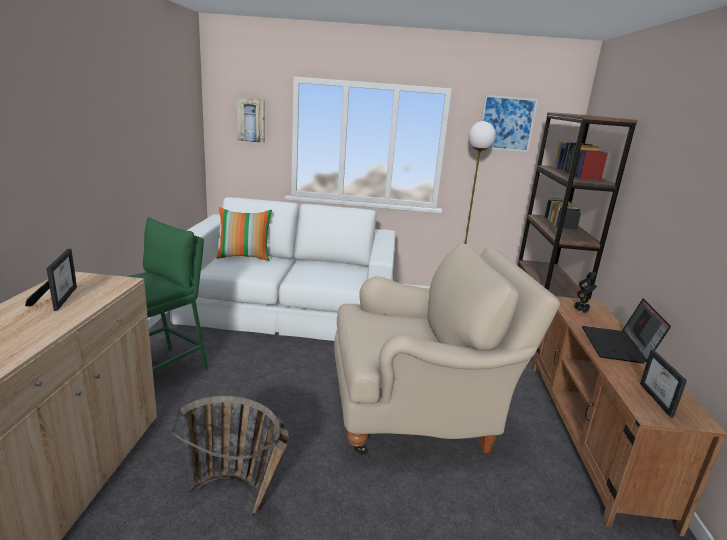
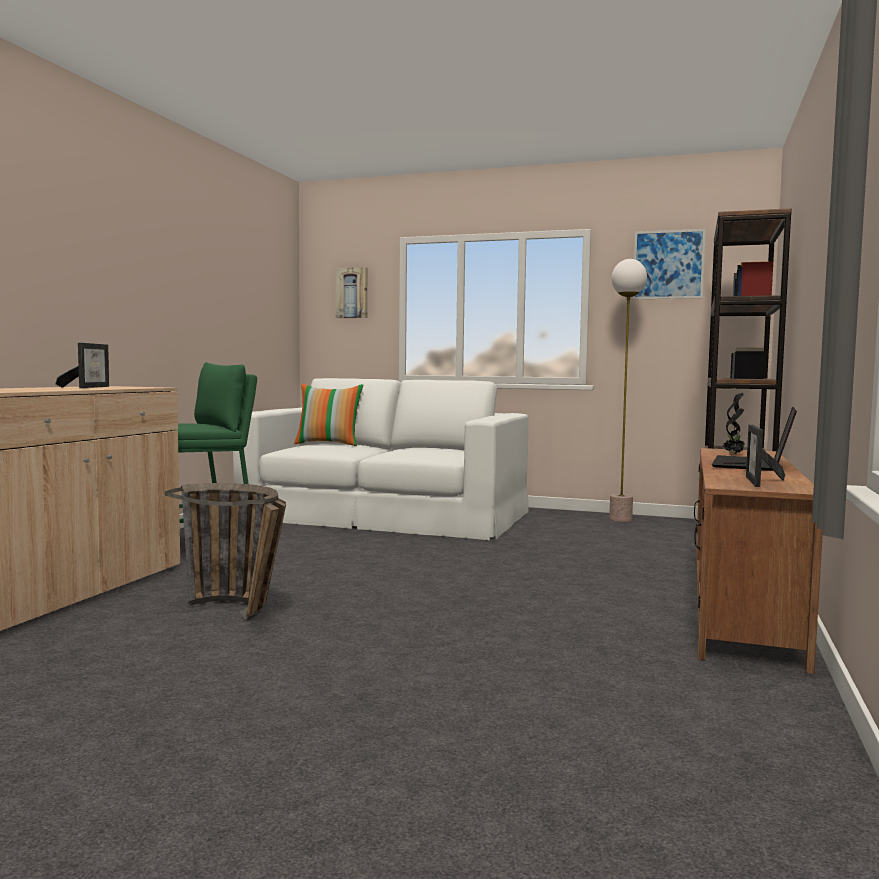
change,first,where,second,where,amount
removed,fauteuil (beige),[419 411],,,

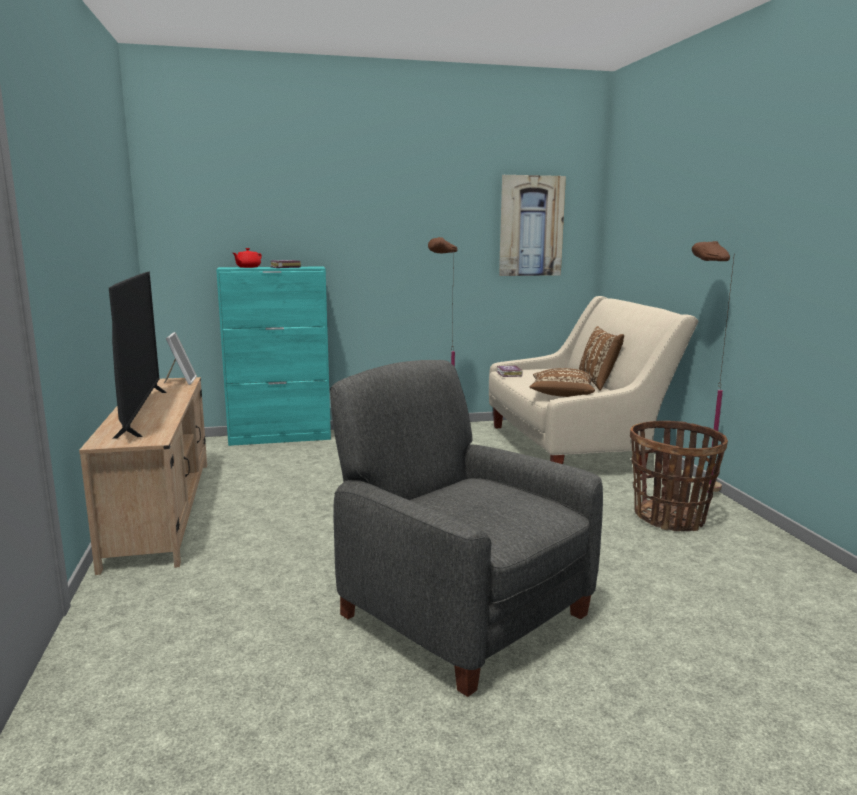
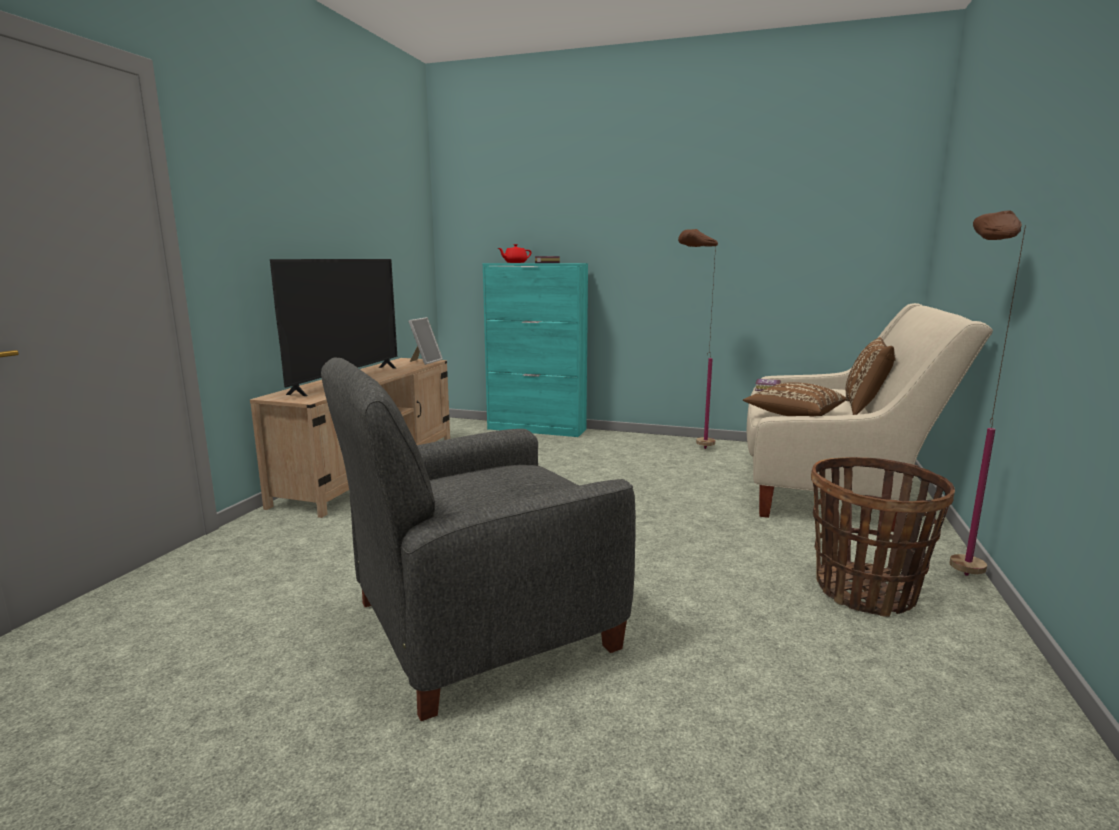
change,first,where,second,where,amount
removed,tableau,[531 226],,,
turned,fauteuil (gris),[461 613],,[480 626],105 degrees counterclockwise

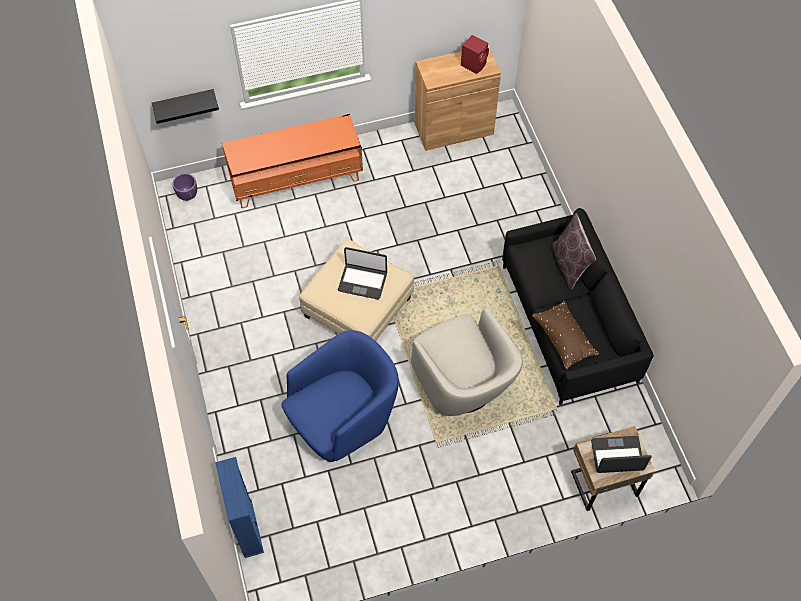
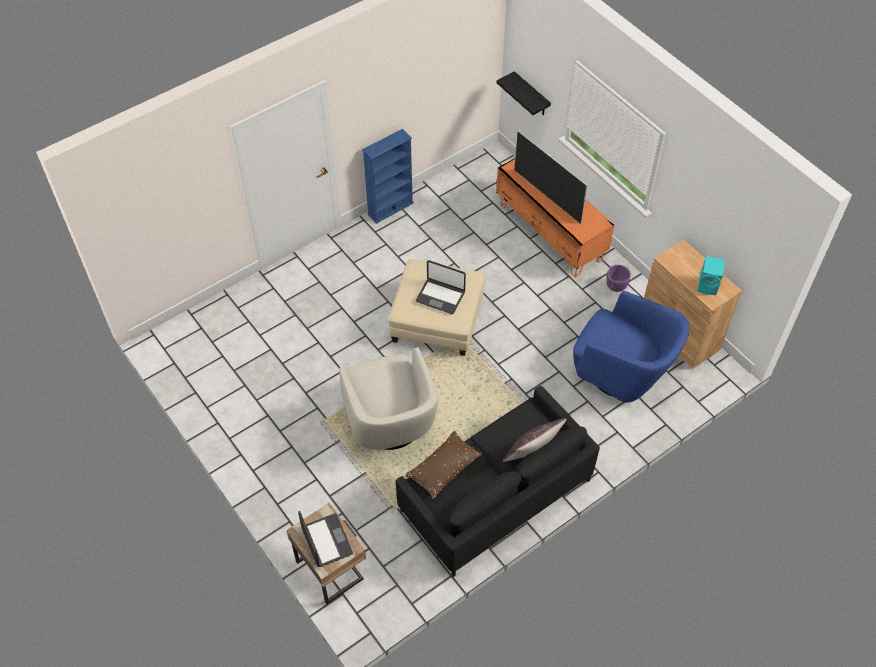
change,first,where,second,where,amount
added,,,téléviseur,[547 196],
moved,cache-pot (violet),[188 195],,[616 287],
moved,bibliothèque (bleu),[247 528],,[390 208],
moved,fauteuil (bleu),[343 418],,[622 373],
recoloured,enceinte (rouge),[474 64],enceinte (turquoise),[708 285],
turned,ordinateur portable,[362 281],,[440 296],60 degrees counterclockwise
turned,fauteuil (beige),[462 385],,[390 423],60 degrees counterclockwise

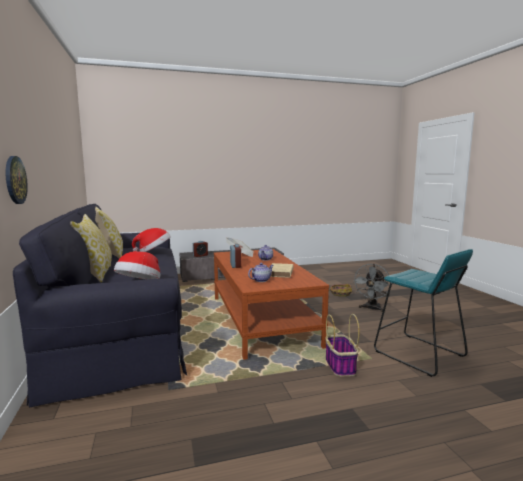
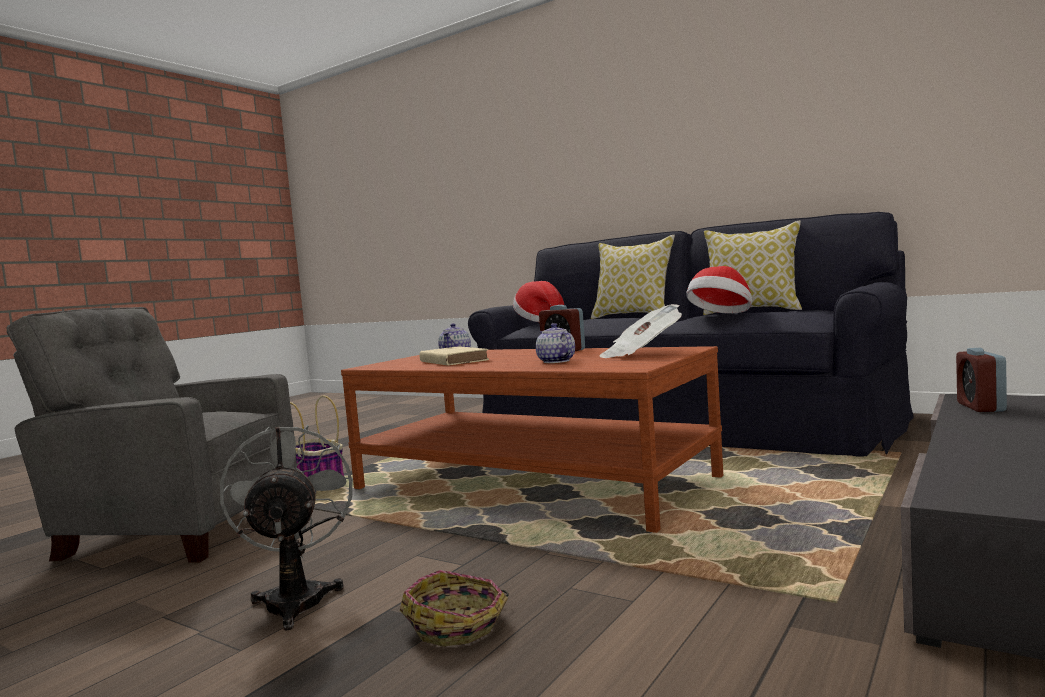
change,first,where,second,where,amount
removed,horloge murale,[15 180],,,
replaced,tabouret (turquoise),[418 354],fauteuil (gris),[176 531],

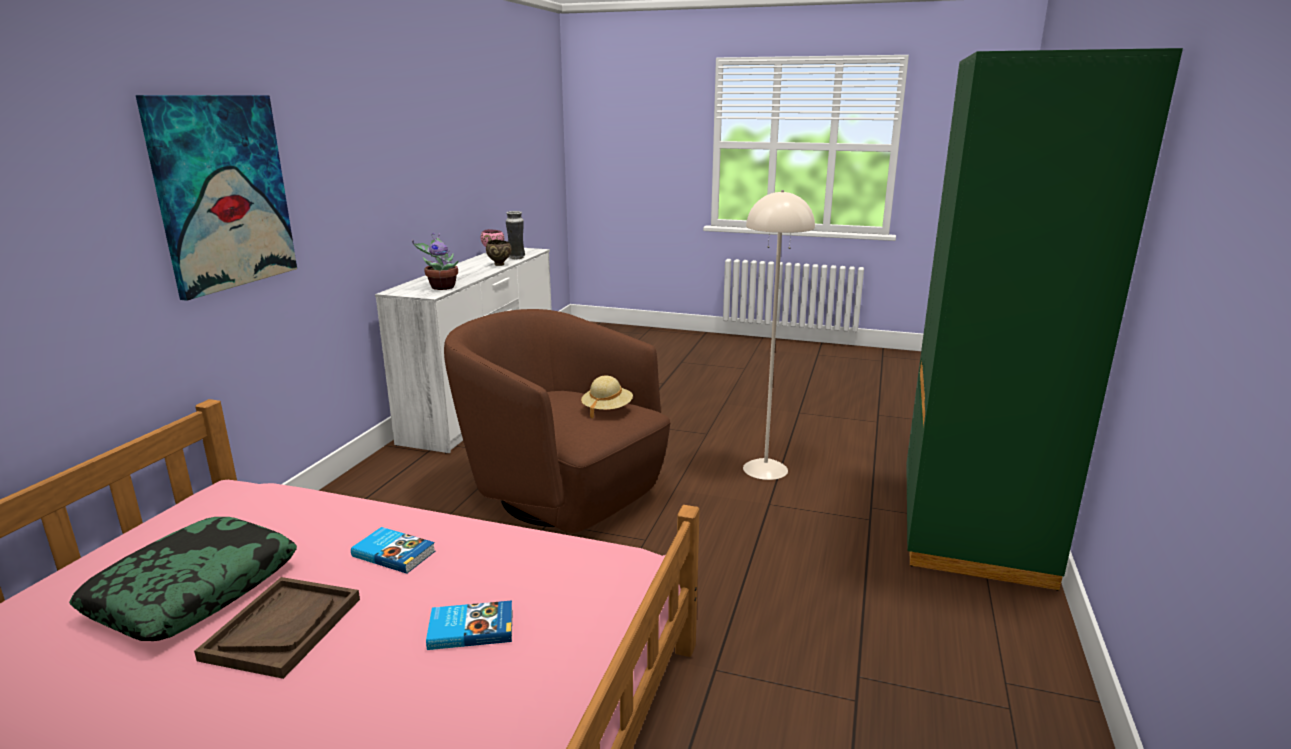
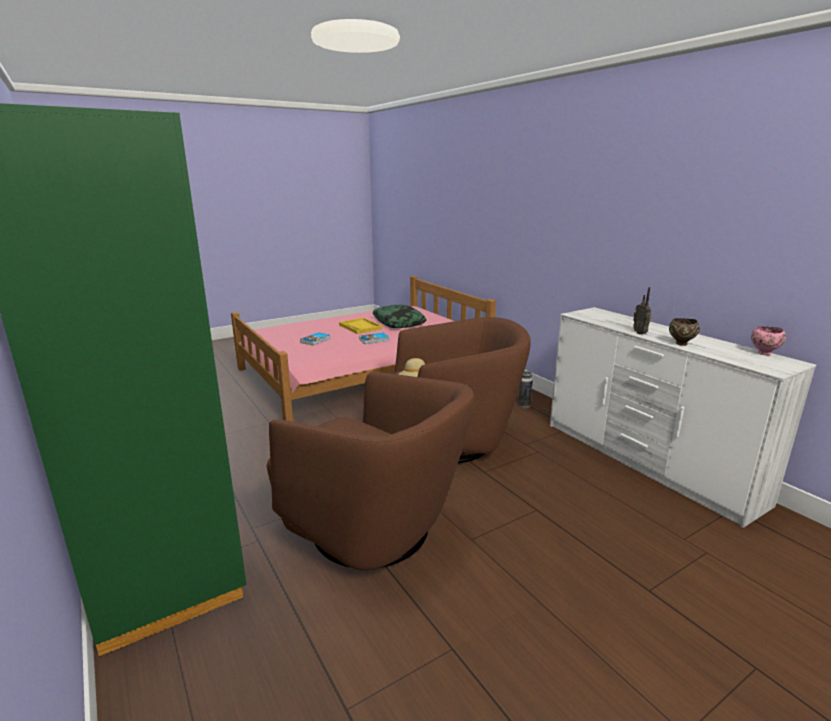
change,first,where,second,where,amount
removed,tableau,[223 193],,,
removed,plante en pot,[441 287],,,
added,,,radio,[640 333],
moved,vase,[516 258],,[523 406],
replaced,lampadaire (beige),[765 469],fauteuil (marron),[373 530],
recoloured,plateau (marron),[283 628],plateau (jaune),[360 327],

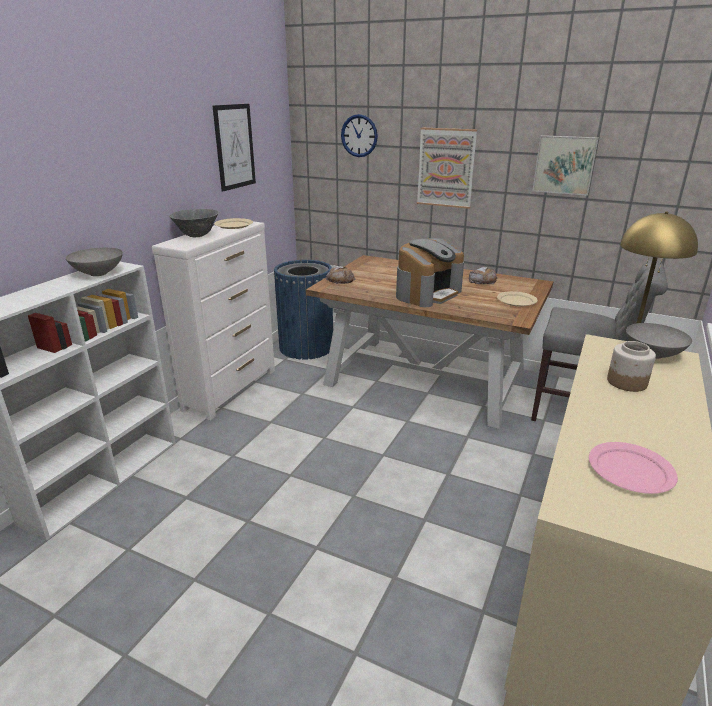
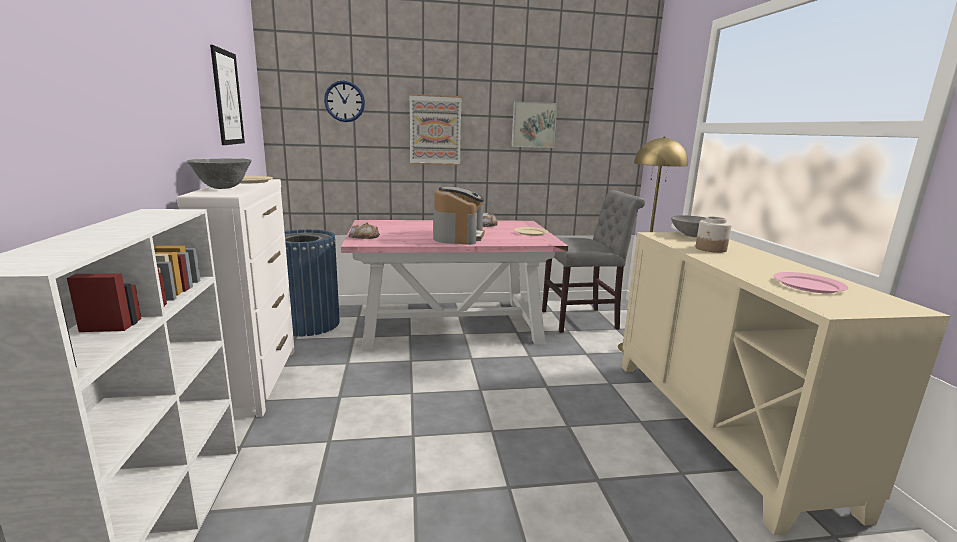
change,first,where,second,where,amount
removed,bol (gris),[99 273],,,
recoloured,table à manger (marron),[424 378],table à manger (rose),[449 324],

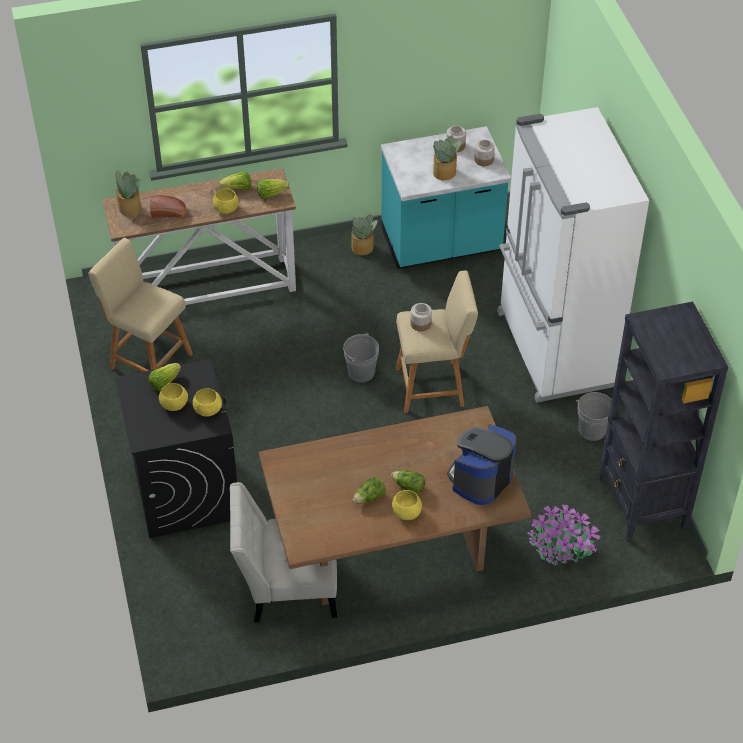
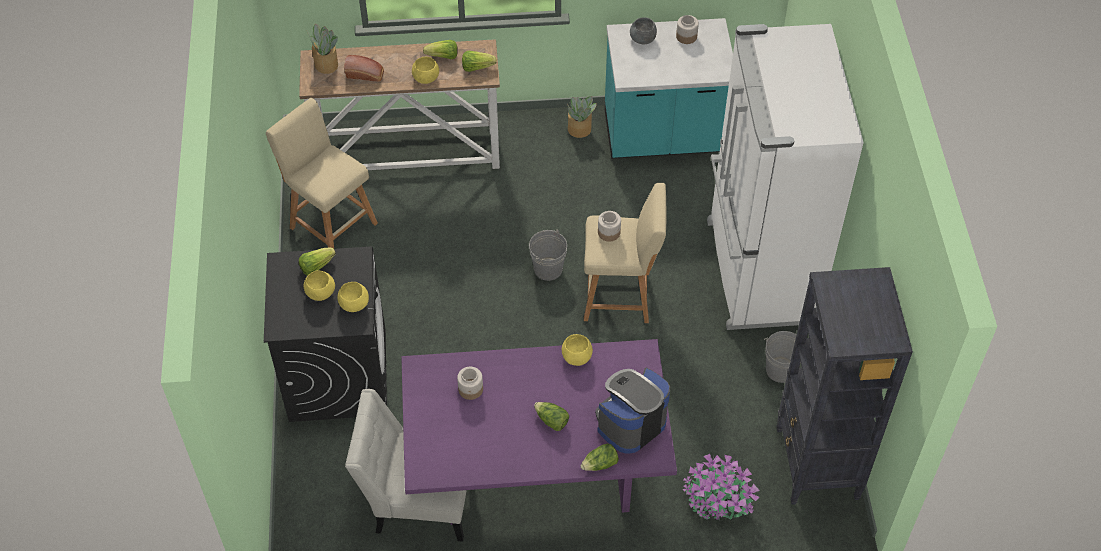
change,first,where,second,where,amount
removed,plante en pot,[445 173],,,
added,,,bol (gris),[642 39],
moved,laitue,[369 497],,[600 464],
moved,bol (jaune),[407 512],,[577 357],
moved,bocal,[484 160],,[471 389],
recoloured,table à manger (marron),[391 551],table à manger (violet),[535 475],

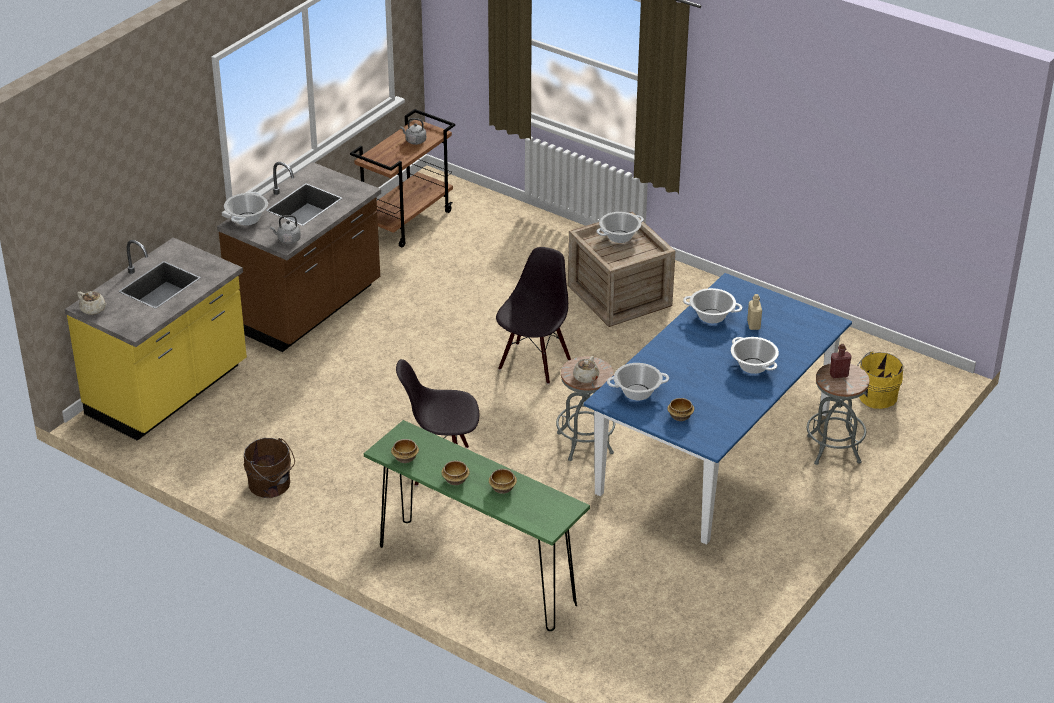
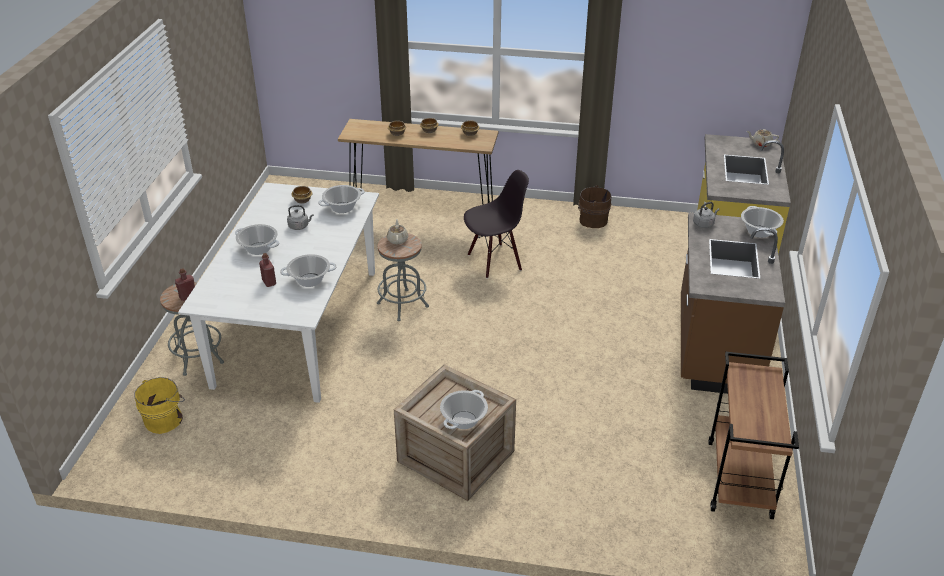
change,first,where,second,where,amount
removed,chaise (noir),[533 363],,,
moved,bouilloire (gris),[414 141],,[299 226],
recoloured,table console (vert),[476 575],table console (marron),[421 209],
recoloured,table à manger (bleu),[714 453],table à manger (blanc),[297 326],
recoloured,bouteille (beige),[753 325],bouteille (rouge),[269 282],

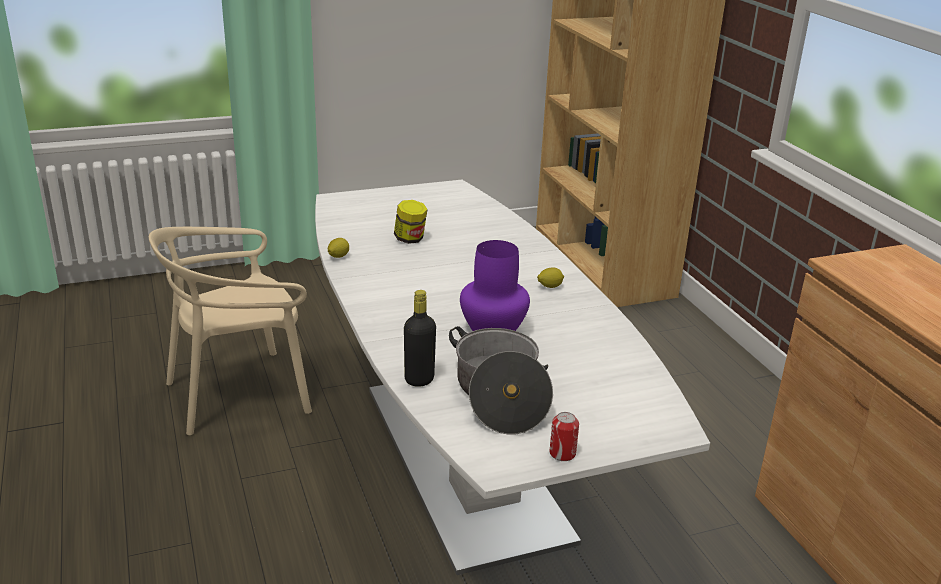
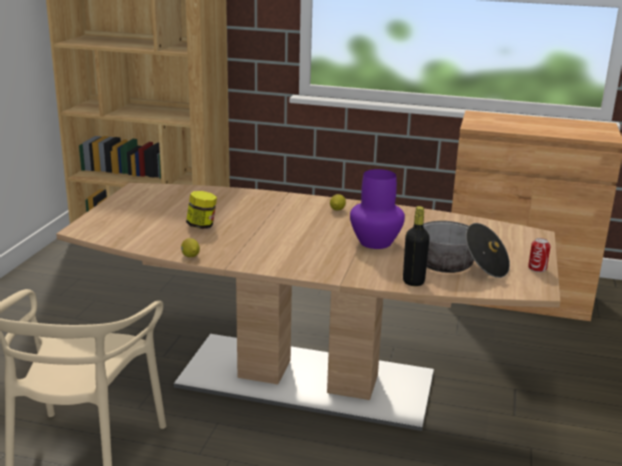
change,first,where,second,where,amount
recoloured,table à manger (blanc),[464 461],table à manger (marron),[307 380],

